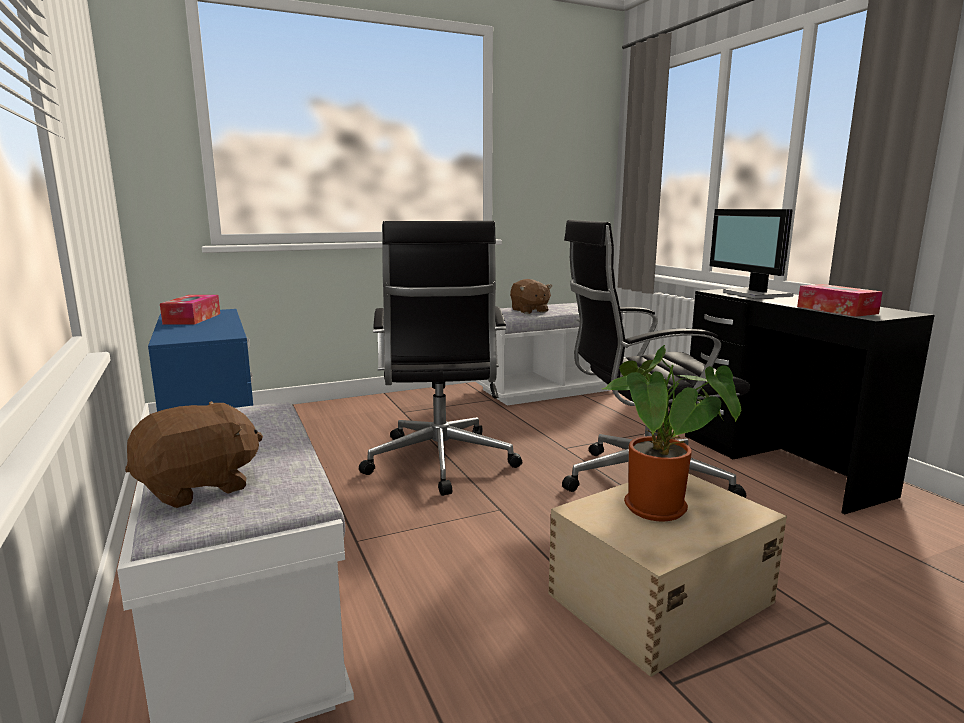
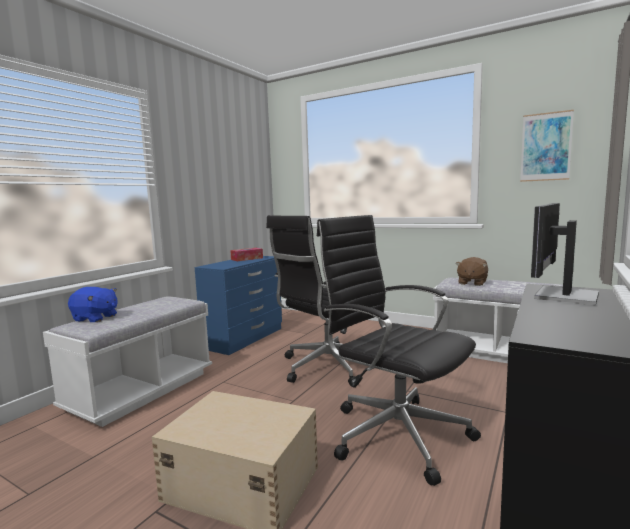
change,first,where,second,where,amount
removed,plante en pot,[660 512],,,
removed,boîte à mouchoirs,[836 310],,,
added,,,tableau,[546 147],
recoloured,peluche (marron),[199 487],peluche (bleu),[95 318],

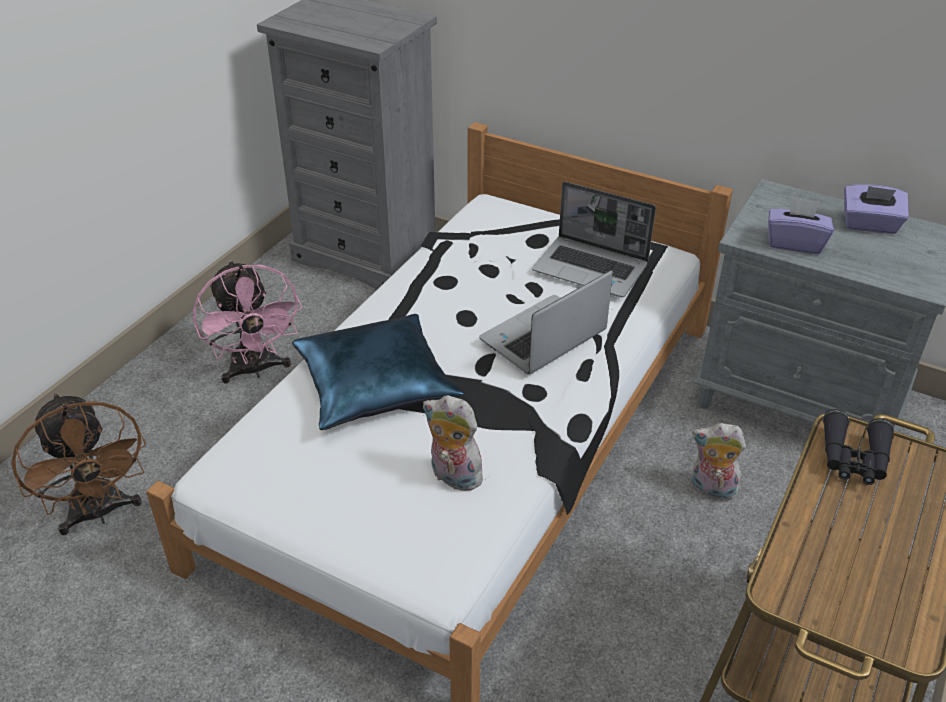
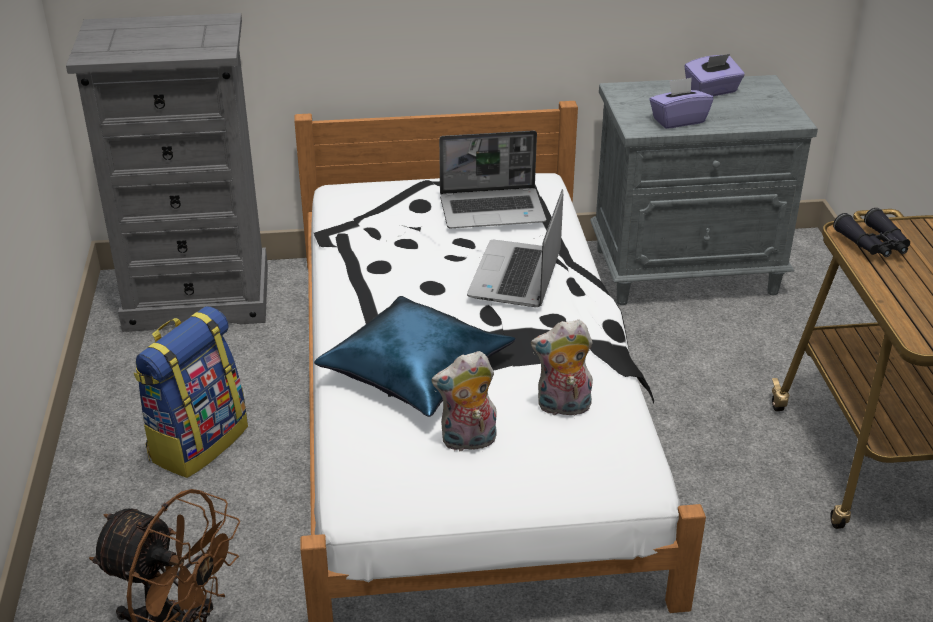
change,first,where,second,where,amount
moved,peluche,[711 490],,[468 442],
replaced,ventilateur (rose),[255 370],sac à dos,[197 442],

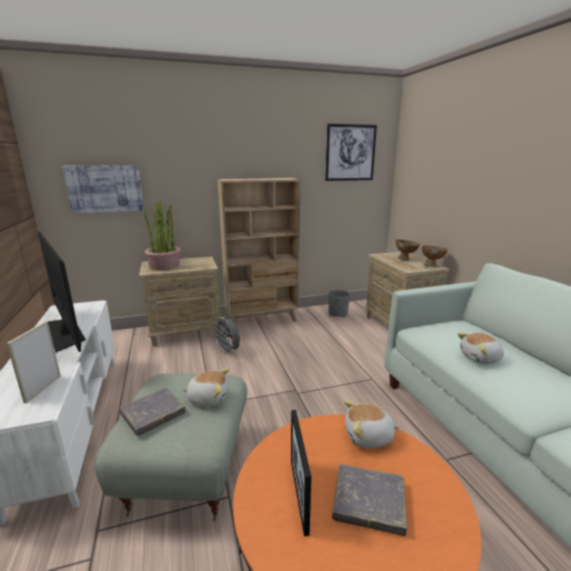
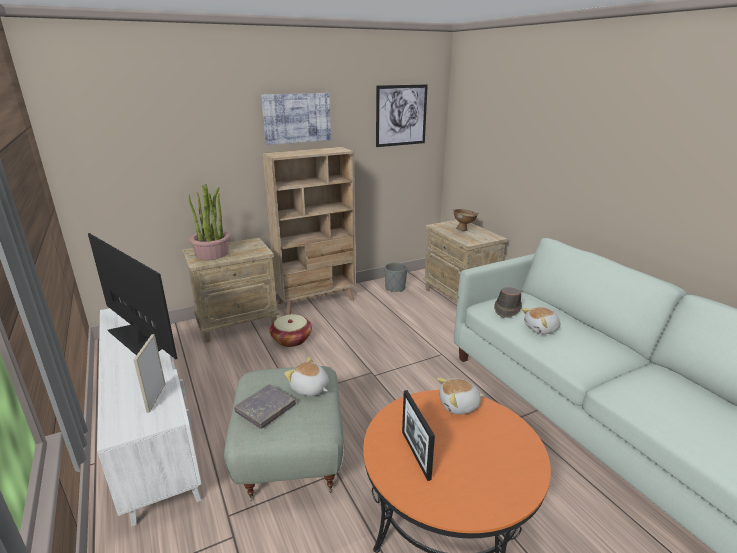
change,first,where,second,where,amount
removed,livre (gris),[369 501],,,
removed,bol (marron),[432 266],,,
added,,,chapeau (marron),[507 309],
moved,tableau,[105 189],,[297 118],
replaced,ventilateur (gris),[228 351],panier,[291 339],
turned,peluche,[208 397],,[309 389],135 degrees counterclockwise

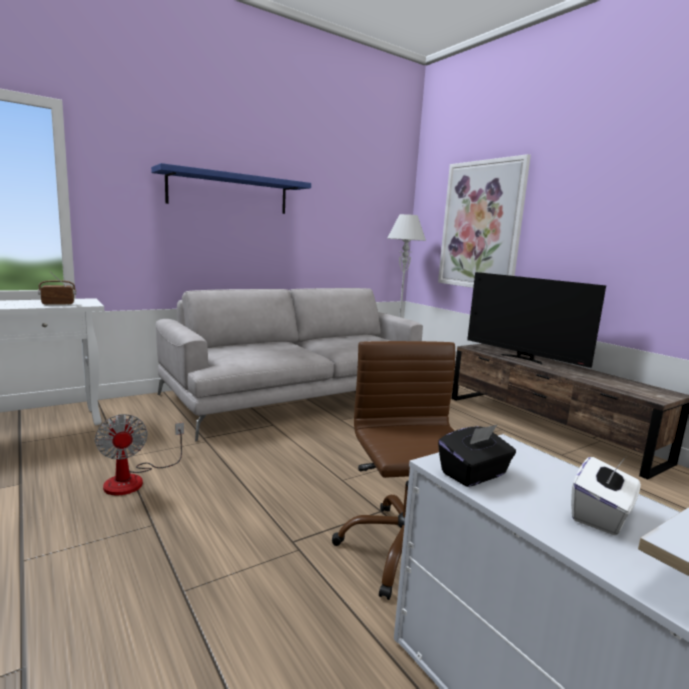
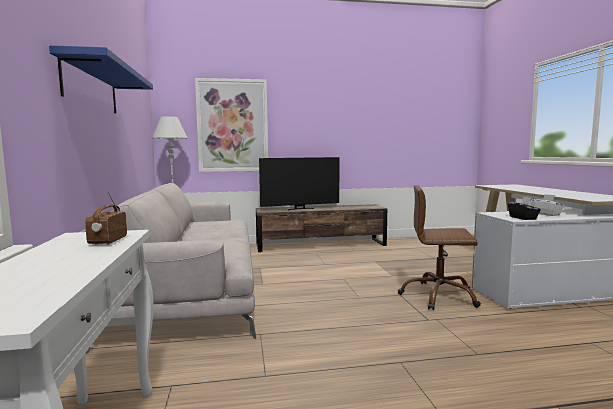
change,first,where,second,where,amount
removed,ventilateur,[134 479],,,

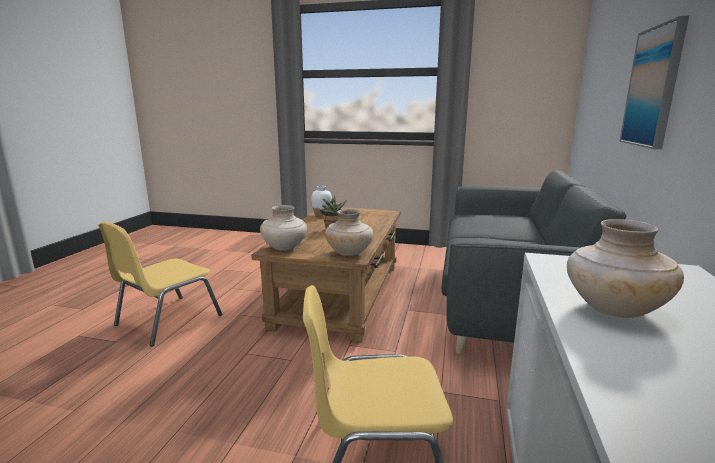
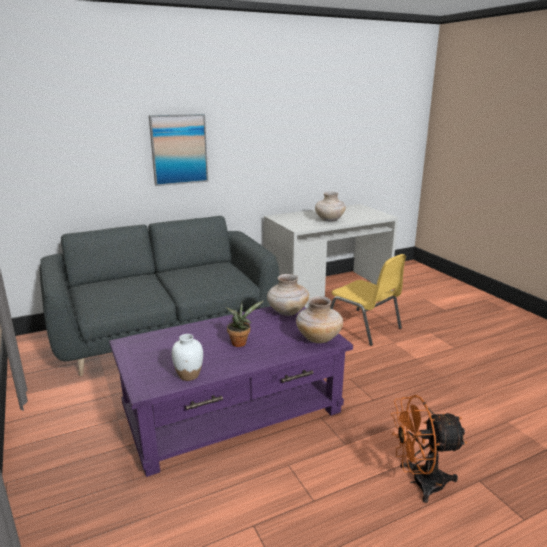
change,first,where,second,where,amount
replaced,chaise (jaune),[167 320],ventilateur (orange),[419 482],
recoloured,table basse (marron),[340 294],table basse (violet),[233 411],

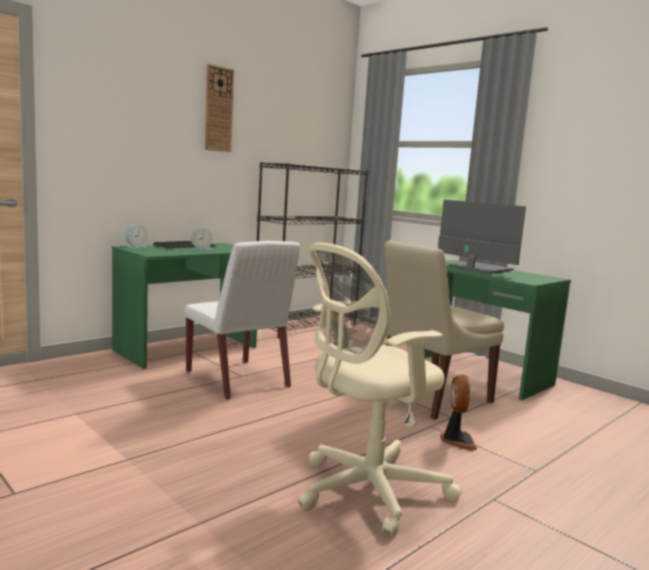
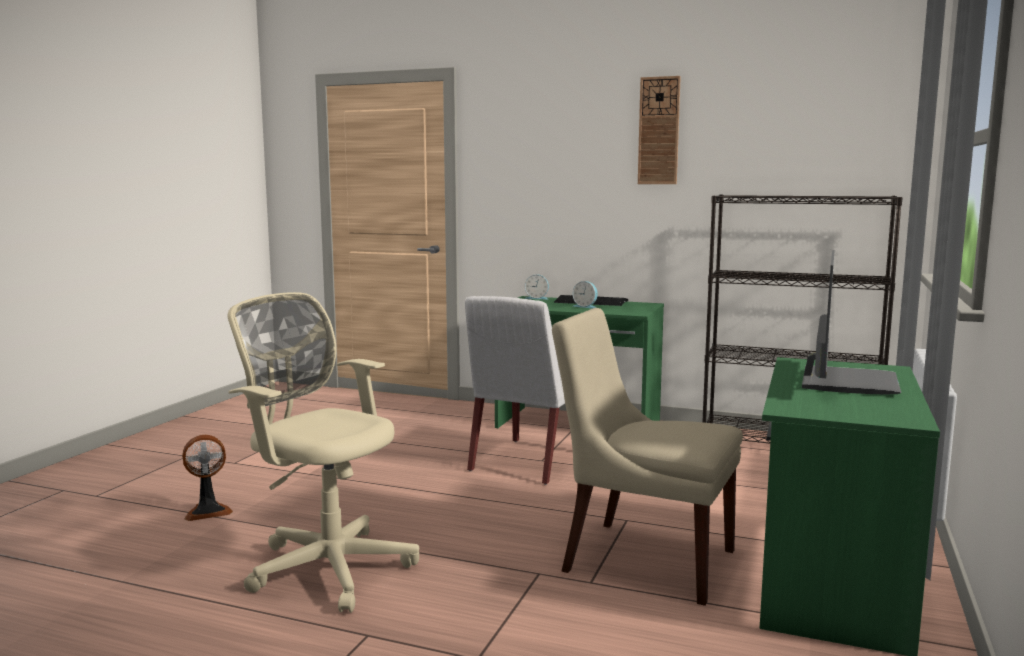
change,first,where,second,where,amount
moved,ventilateur,[457 441],,[208 511],

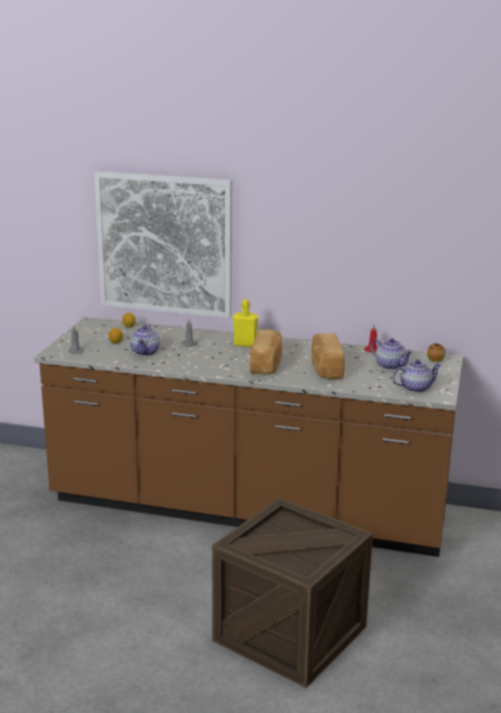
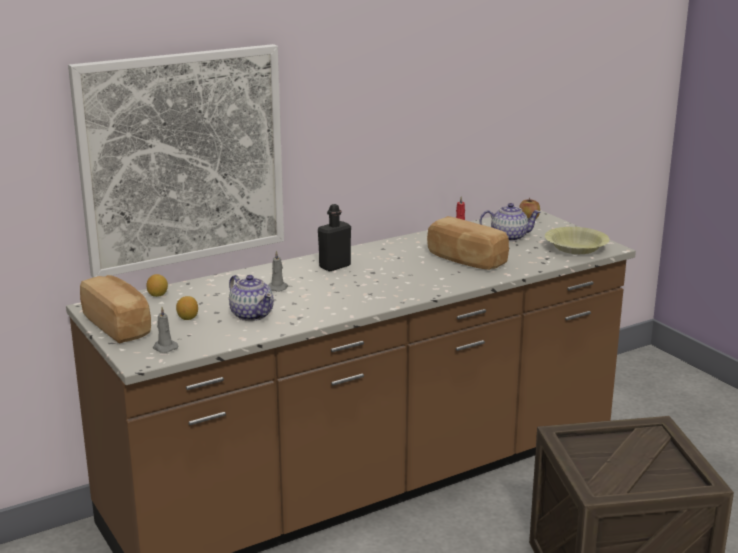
change,first,where,second,where,amount
moved,pain,[267 364],,[118 325],
replaced,théière,[415 388],bol (jaune),[575 248],
recoloured,bouteille (jaune),[245 344],bouteille (noir),[335 266],

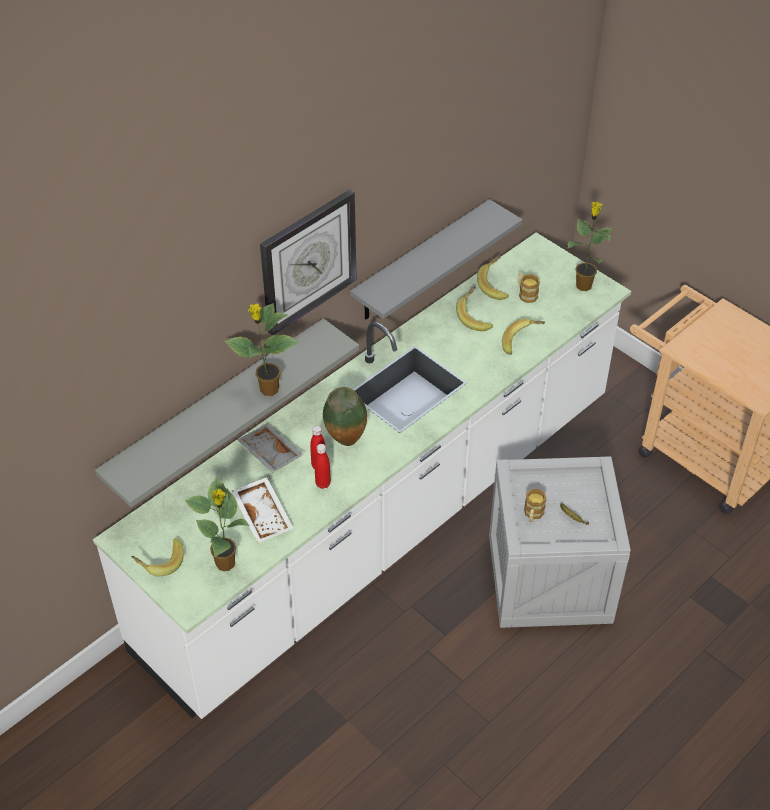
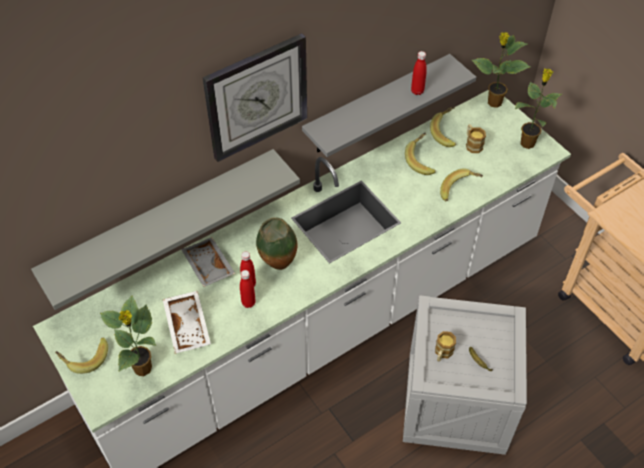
change,first,where,second,where,amount
added,,,bouteille (rouge),[417 91],
moved,plante en pot,[268 390],,[493 102],

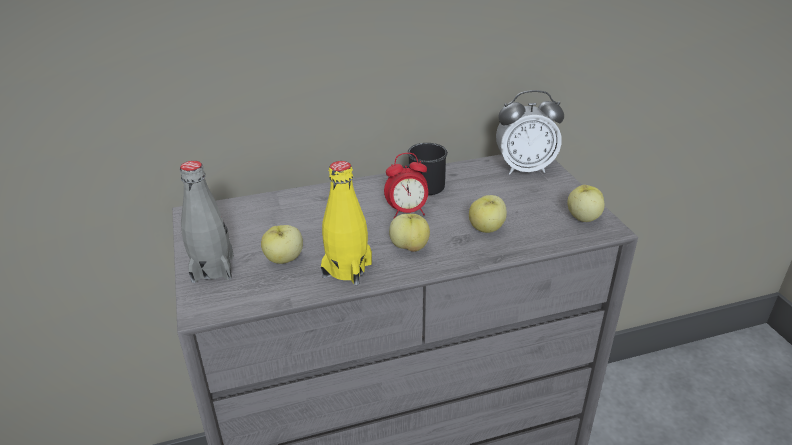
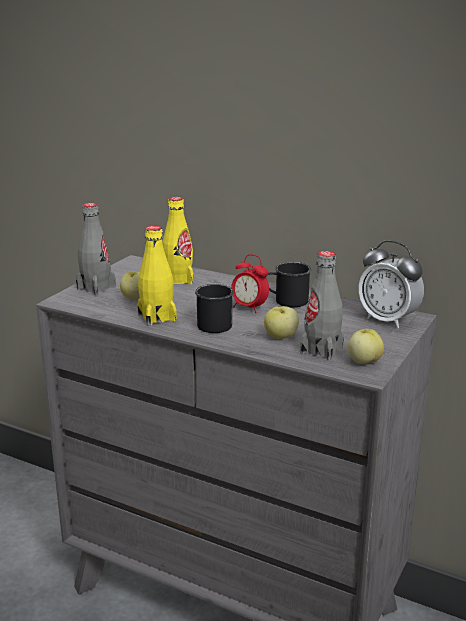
change,first,where,second,where,amount
added,,,bouteille (jaune),[178 280],
added,,,bouteille (gris),[321 349],
replaced,pomme,[409 247],mug (noir),[212 323],

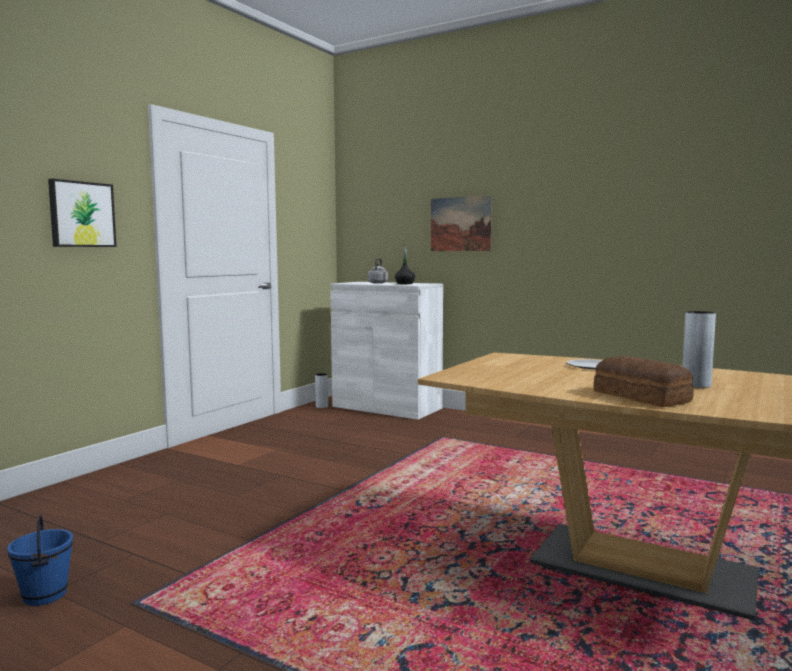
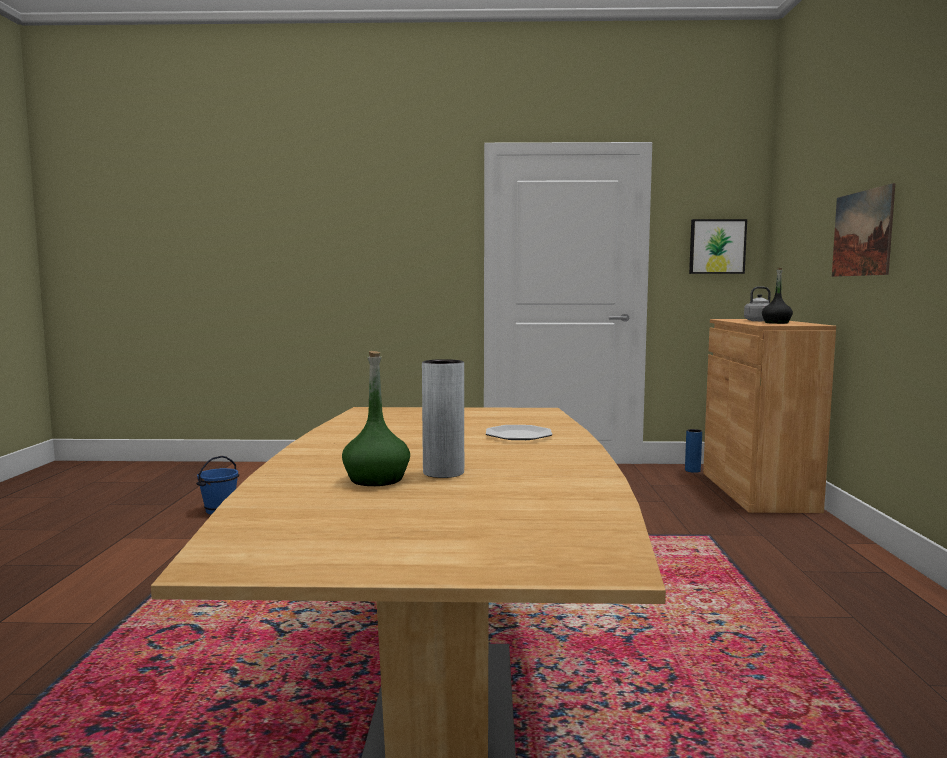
change,first,where,second,where,amount
removed,pain,[641 397],,,
added,,,bouteille (vert),[377 480],
moved,tableau,[81 214],,[717 246],
recoloured,vase (gris),[322 407],vase (bleu),[692 470],
recoloured,meuble de rangement (blanc),[387 407],meuble de rangement (marron),[757 491],

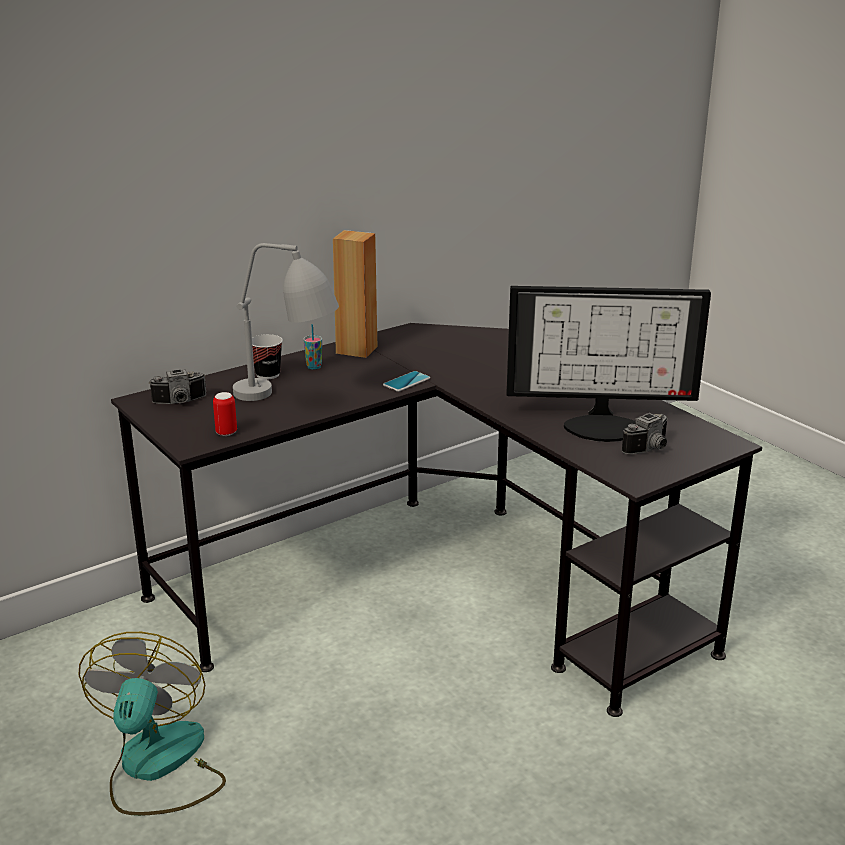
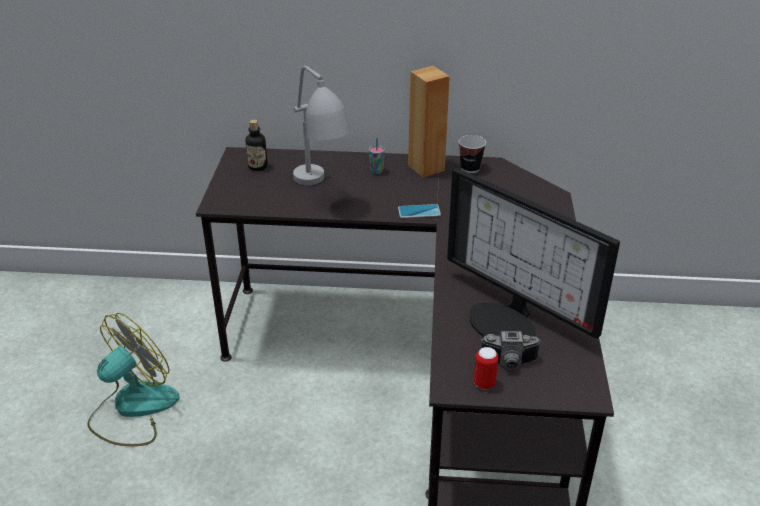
change,first,where,second,where,amount
moved,boîte métallique,[226 433],,[484 383],
moved,tasse,[268 374],,[470 168],
replaced,appareil photo,[180 402],bouteille,[258 166],

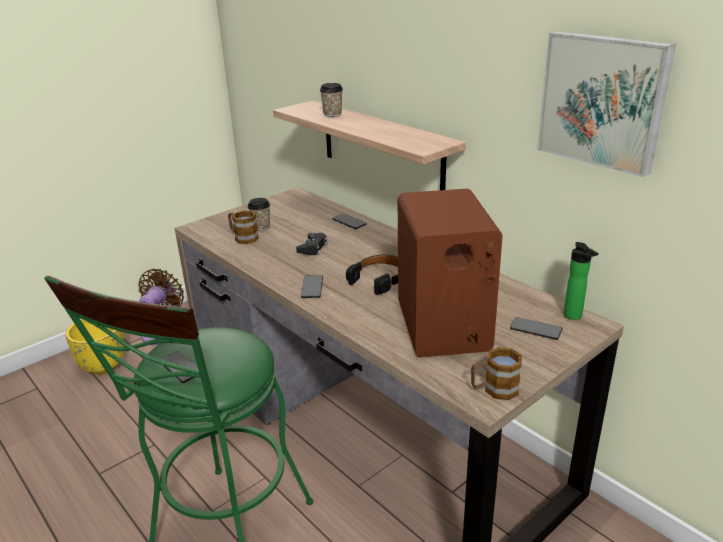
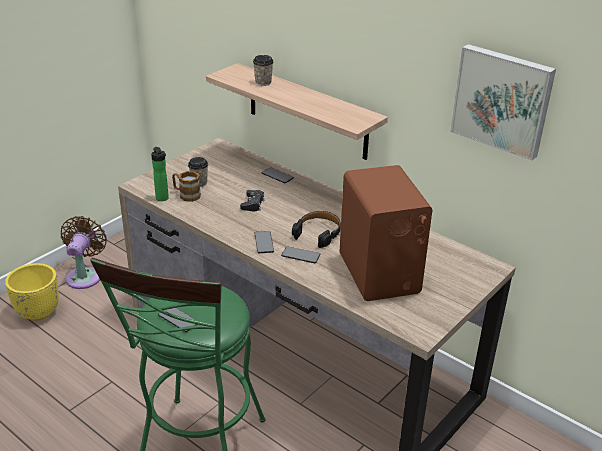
change,first,where,second,where,amount
removed,mug,[494 390],,,
moved,téléphone,[535 329],,[300 255],
moved,bouteille,[574 317],,[163 199],

